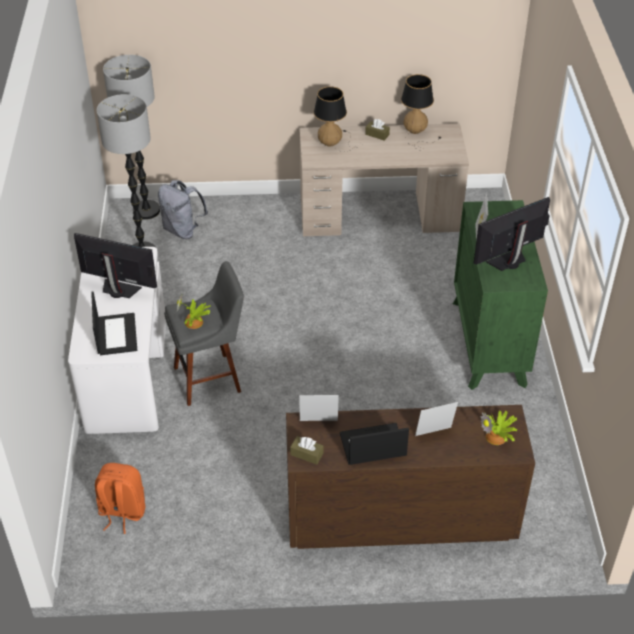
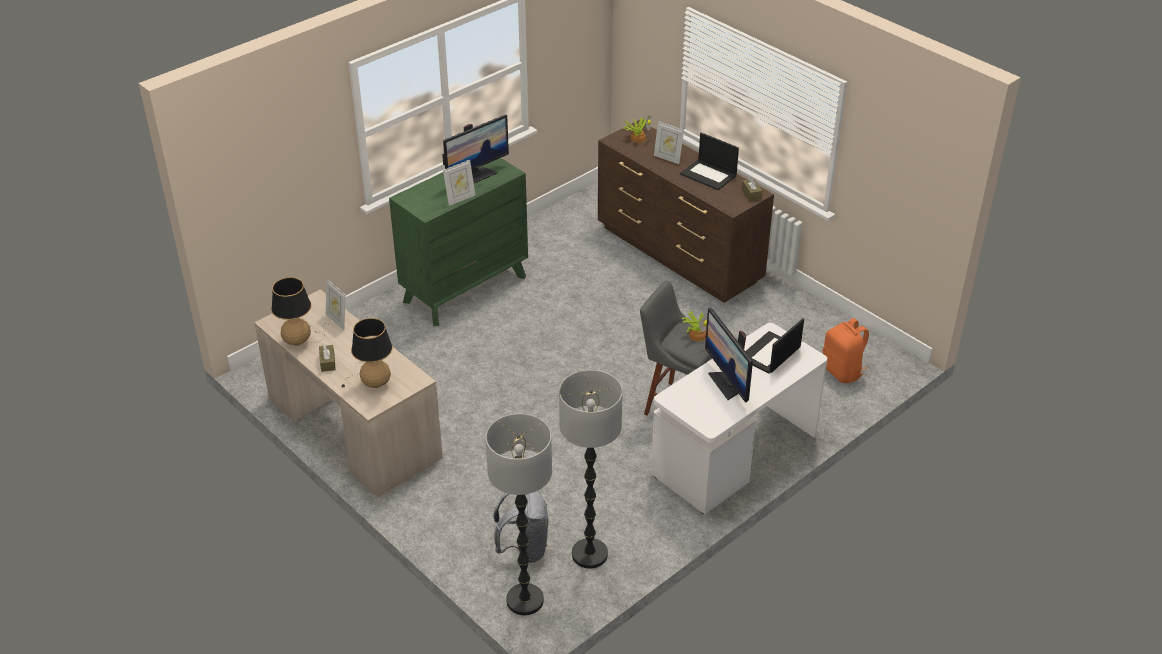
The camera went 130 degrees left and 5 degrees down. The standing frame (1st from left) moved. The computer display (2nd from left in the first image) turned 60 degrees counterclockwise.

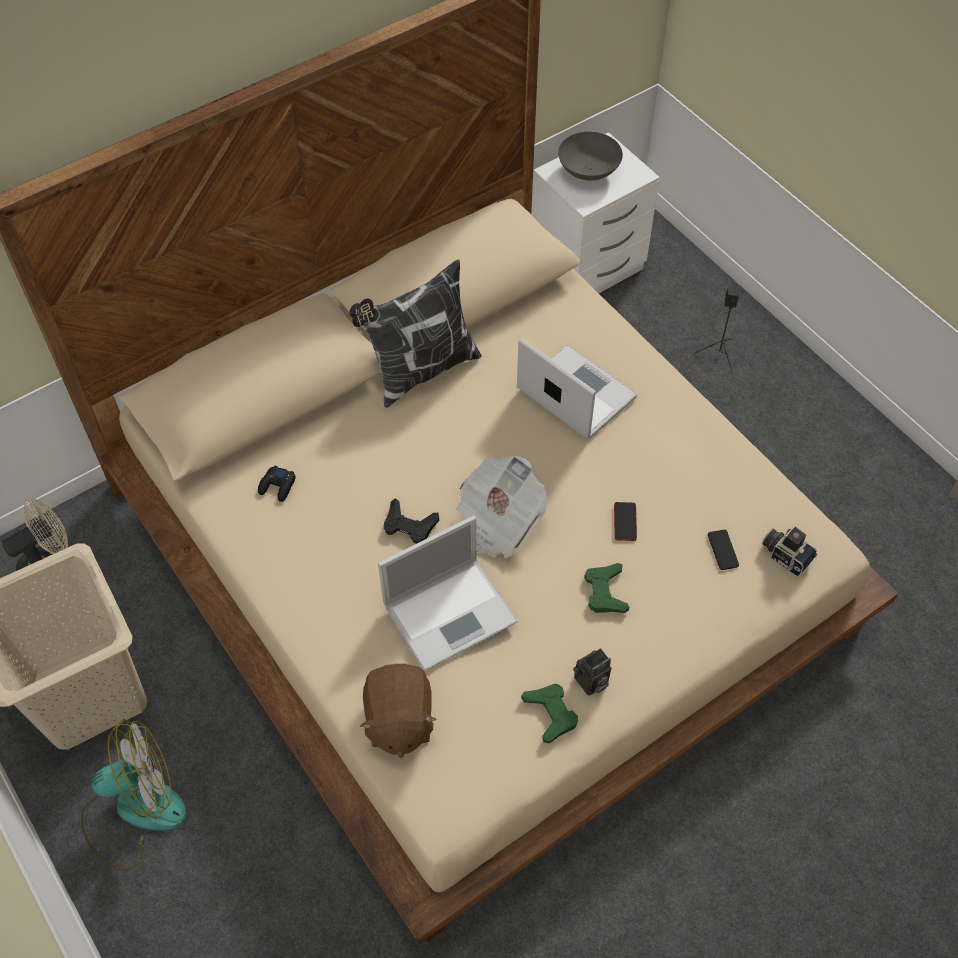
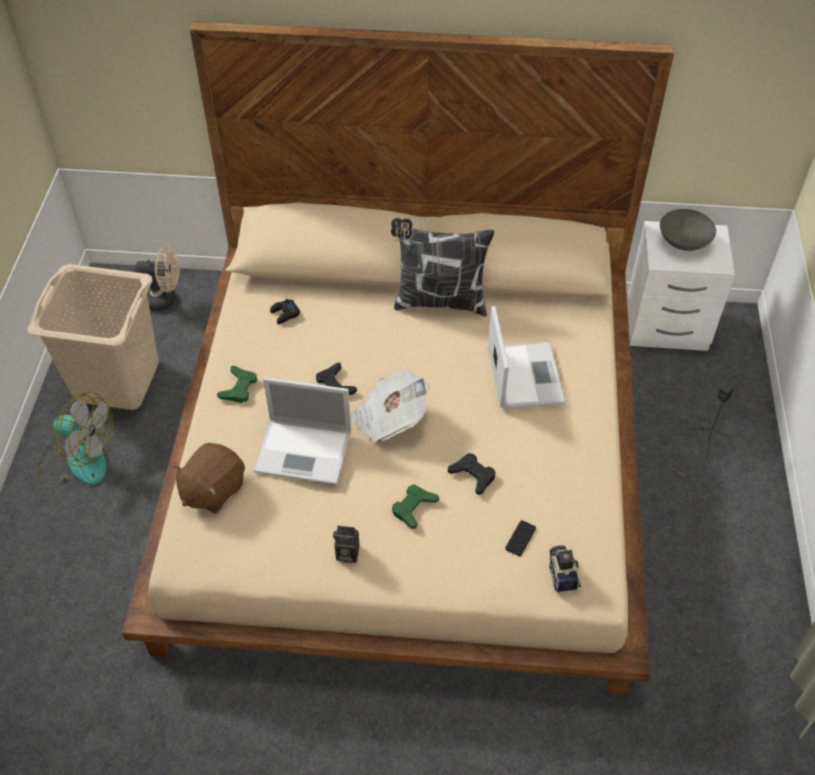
The camera went 40 degrees right and 5 degrees down. The green-coloured gamepad (1st from left) moved. The phone (1st from left) was replaced by the blackish gamepad (3rd from left).

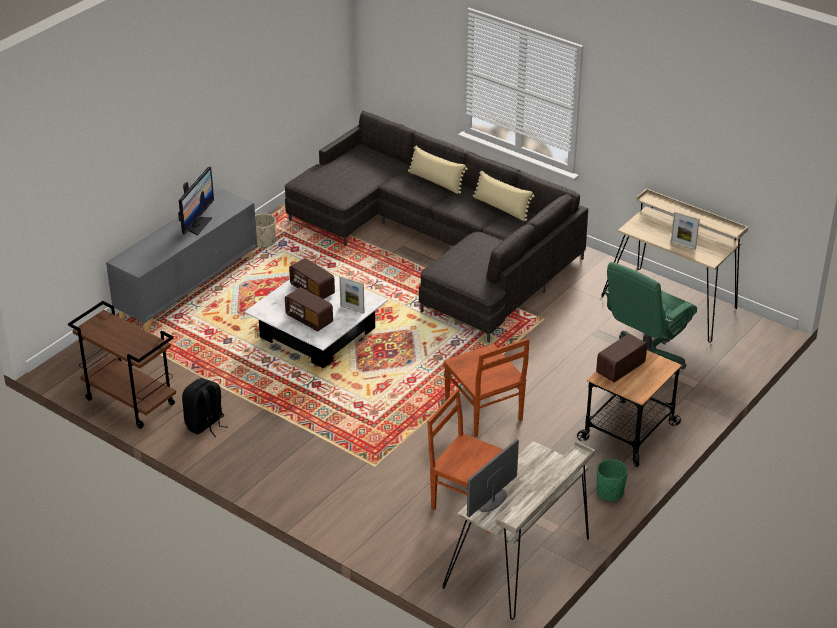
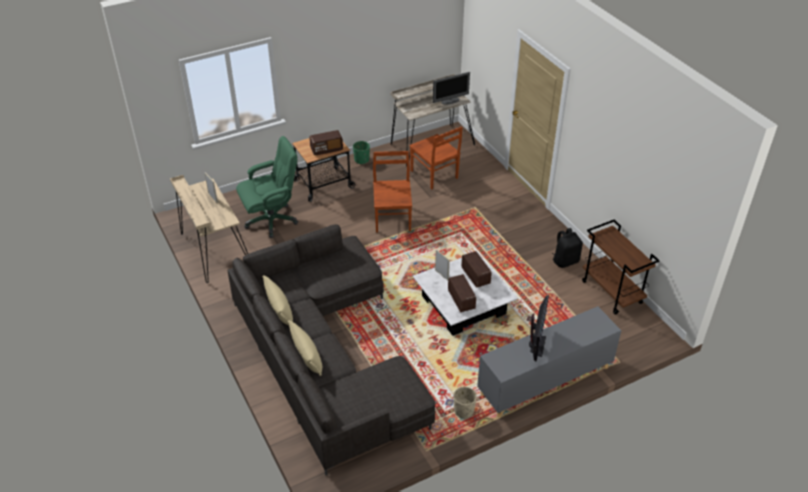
The camera went 155 degrees left and 5 degrees up. The computer display (1st from left in the first image) turned 150 degrees clockwise.

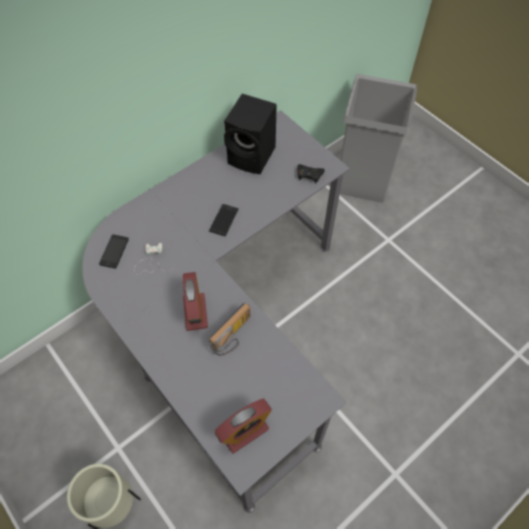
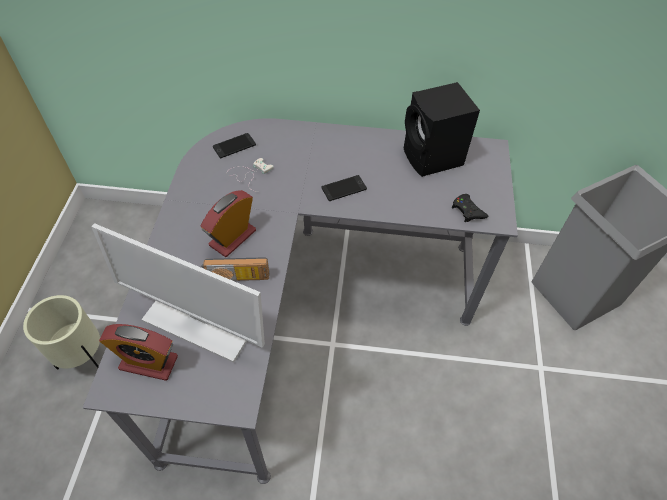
The camera went 45 degrees right and 5 degrees down. The computer display appeared.

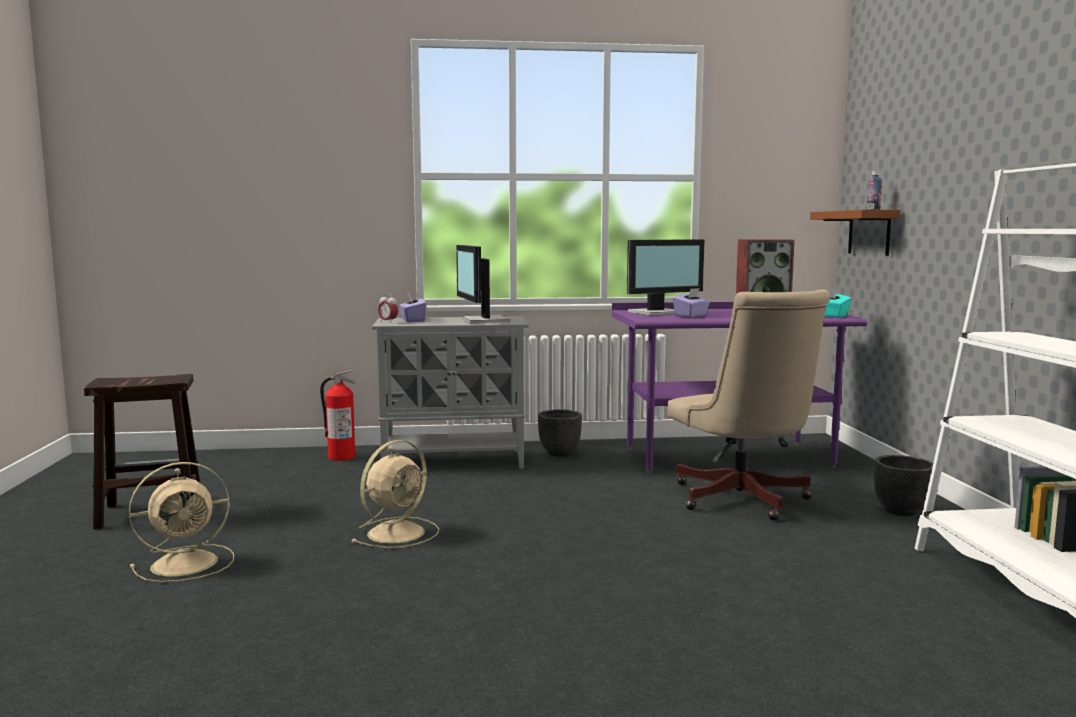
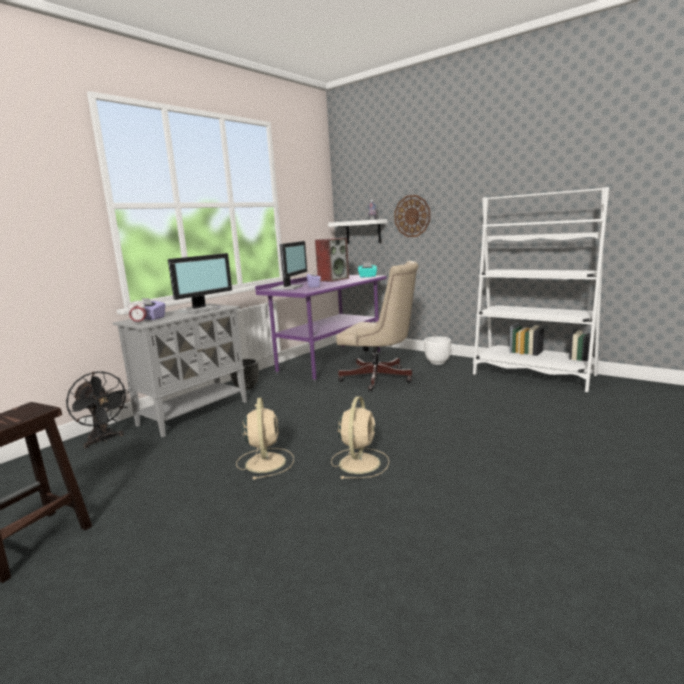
The camera went 45 degrees left and 5 degrees up. The hanging clock appeared. The beige cooling fan (1st from left in the first image) moved. The fire-fighting cylinder was replaced by the blackish cooling fan. The brown wall shelf became the white-coloured wall shelf. The blackish planter (2nd from left) became the white-coloured planter. The computer display (1st from left) turned 75 degrees counterclockwise.

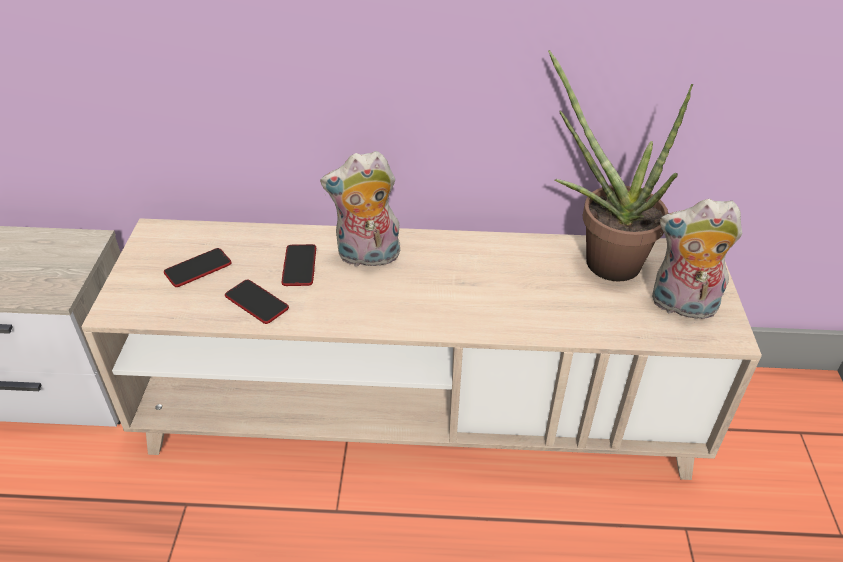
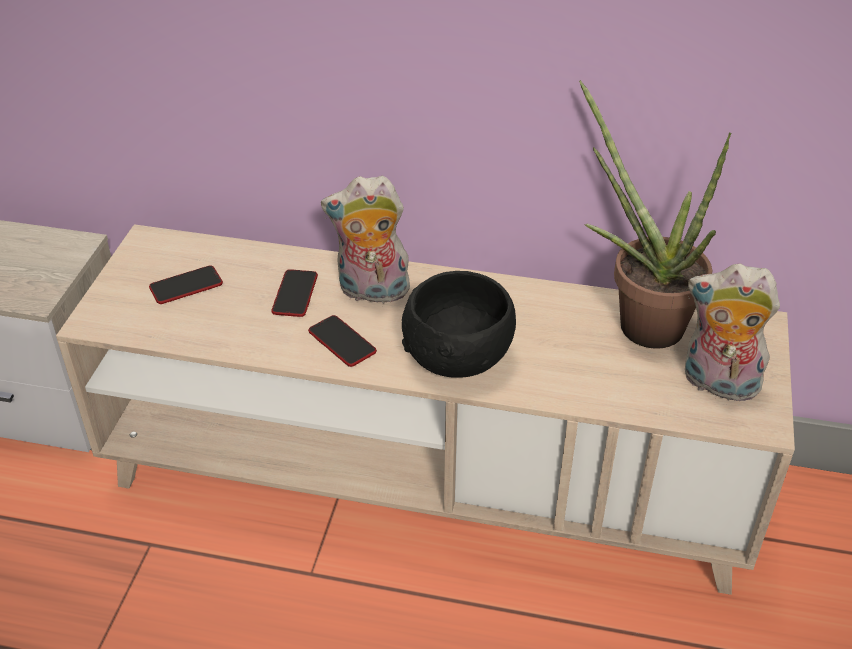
The camera went 10 degrees right and 0 degrees up. The blackish deep dish appeared. The phone (2nd from left in the first image) moved.

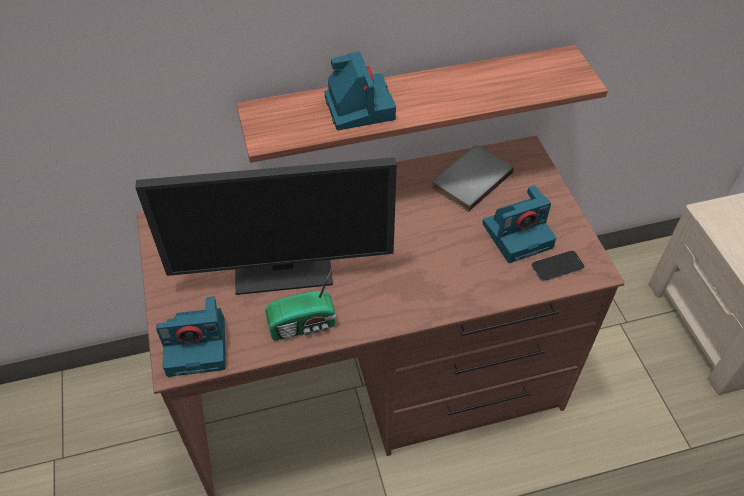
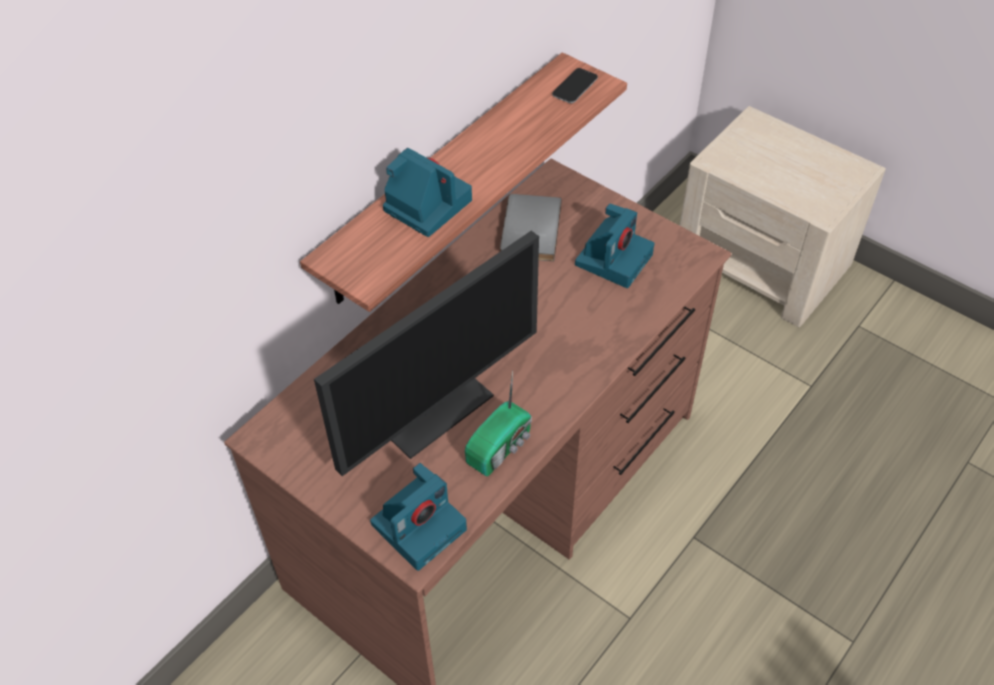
The camera went 35 degrees left and 0 degrees up. The phone moved.

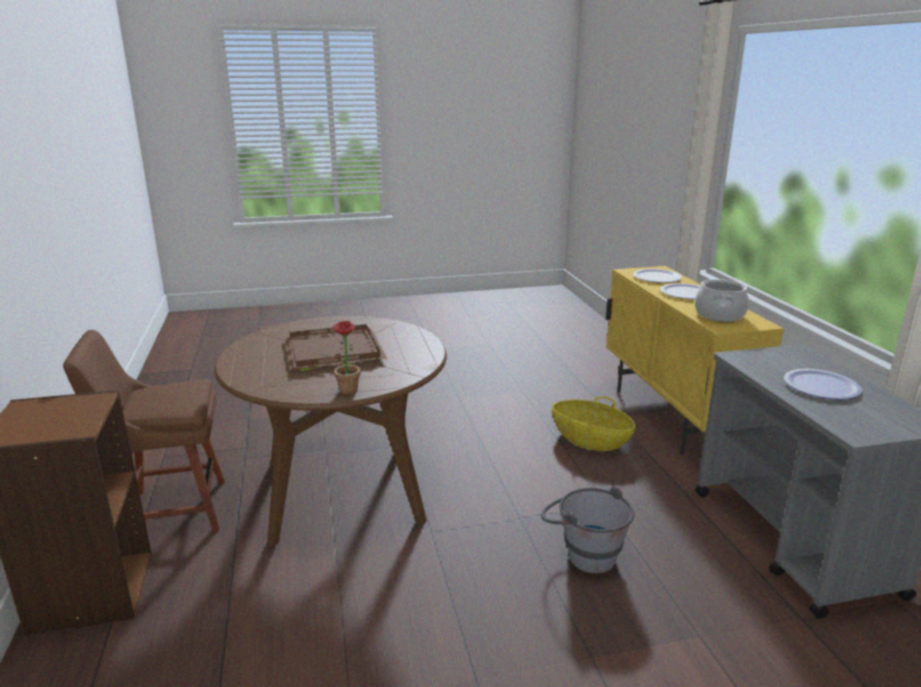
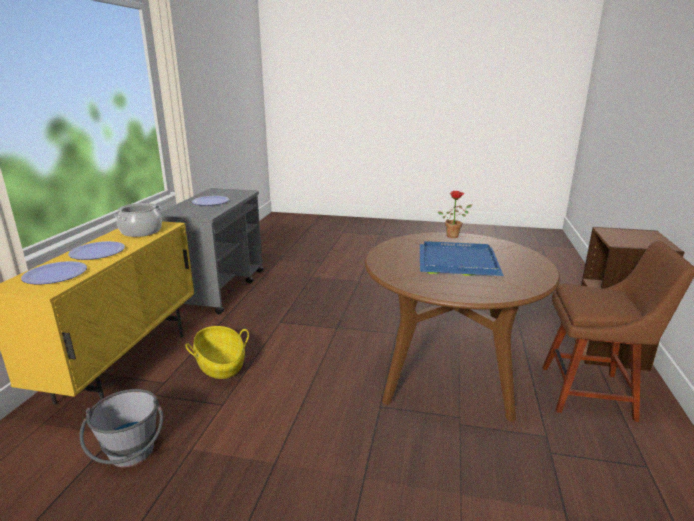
The camera went 155 degrees left and 0 degrees up. The gray bucket moved. The brown tray became the bluish tray.

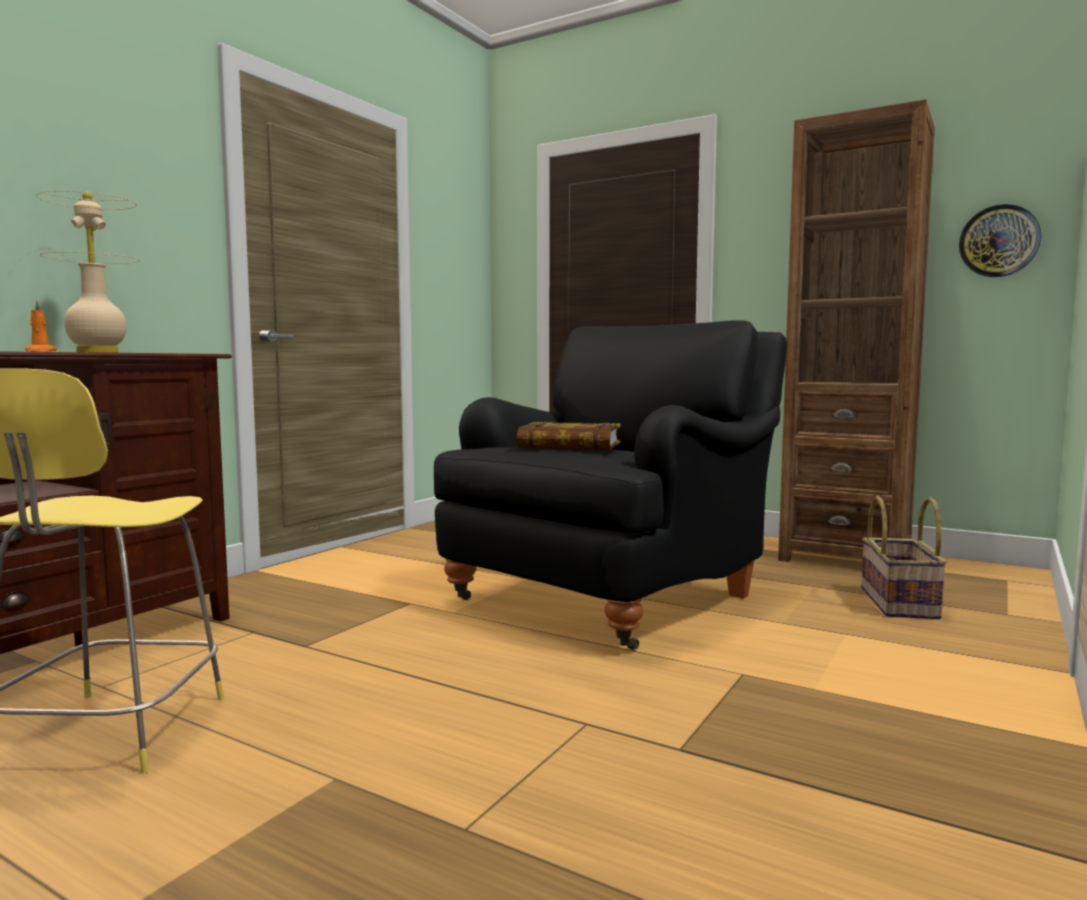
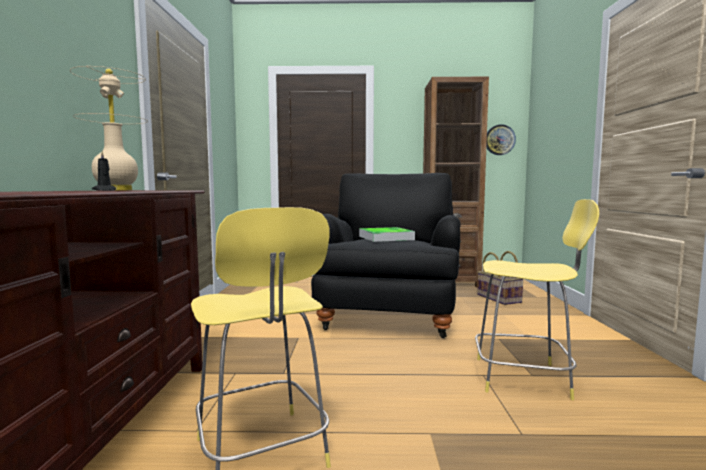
The camera went 30 degrees left and 0 degrees up. The yellow stool (2nd from left) appeared. The book was replaced by the tray. The orange-coloured wax candle became the blackish wax candle.

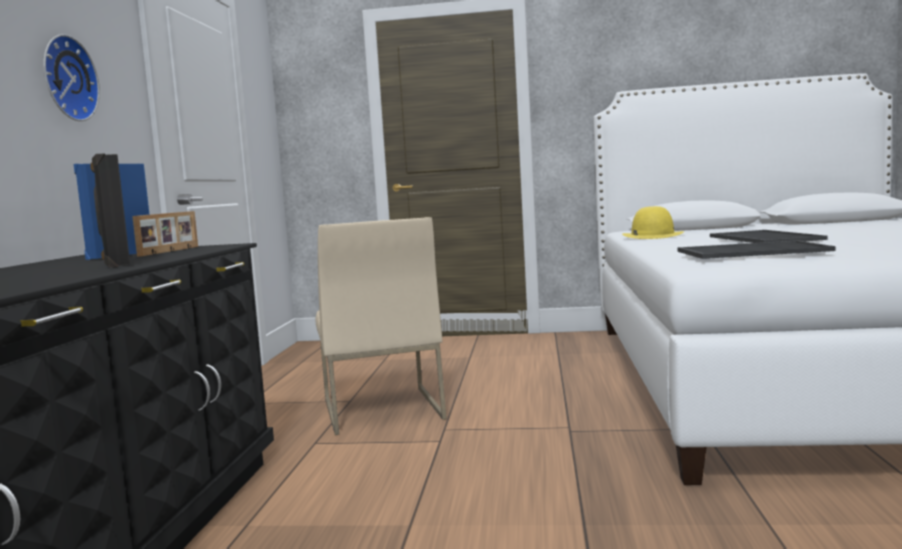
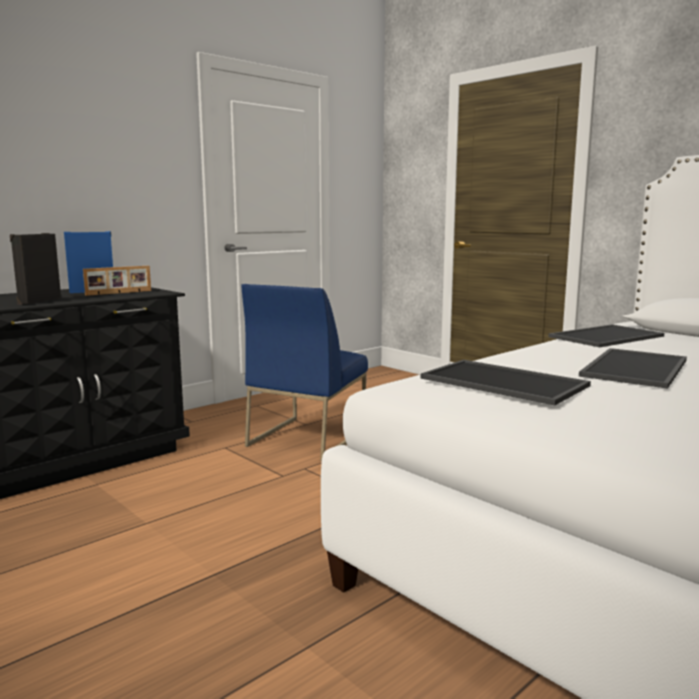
The camera went 40 degrees right and 5 degrees up. The hanging clock disappeared. The yellow clothing hat was replaced by the tray (2nd from left). The beige chair became the bluish chair.

